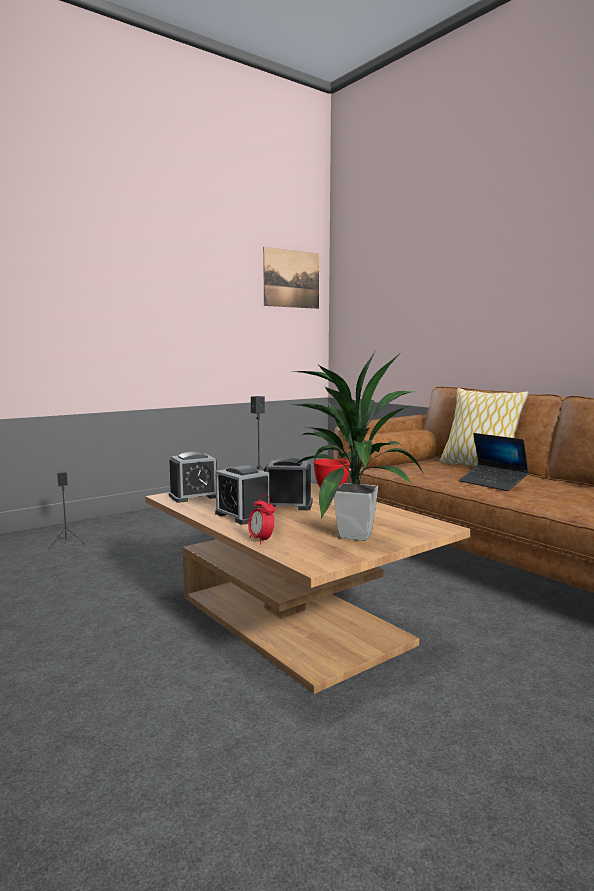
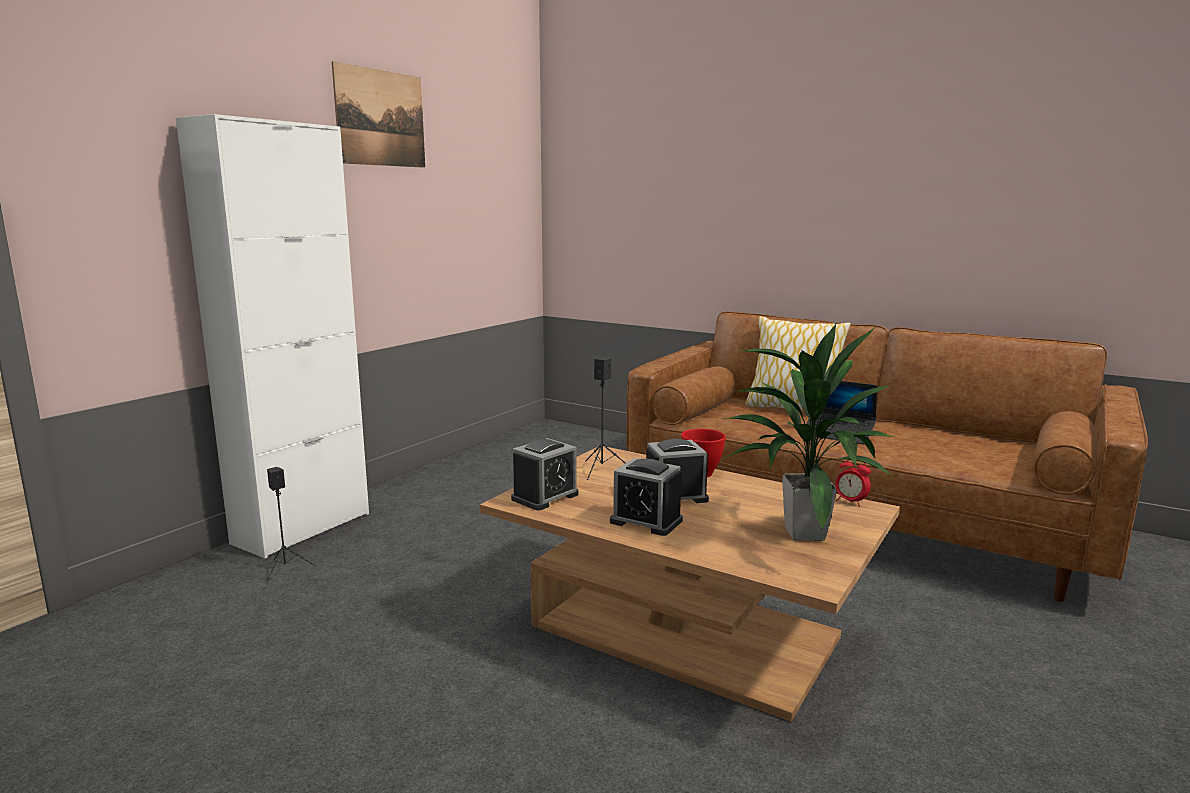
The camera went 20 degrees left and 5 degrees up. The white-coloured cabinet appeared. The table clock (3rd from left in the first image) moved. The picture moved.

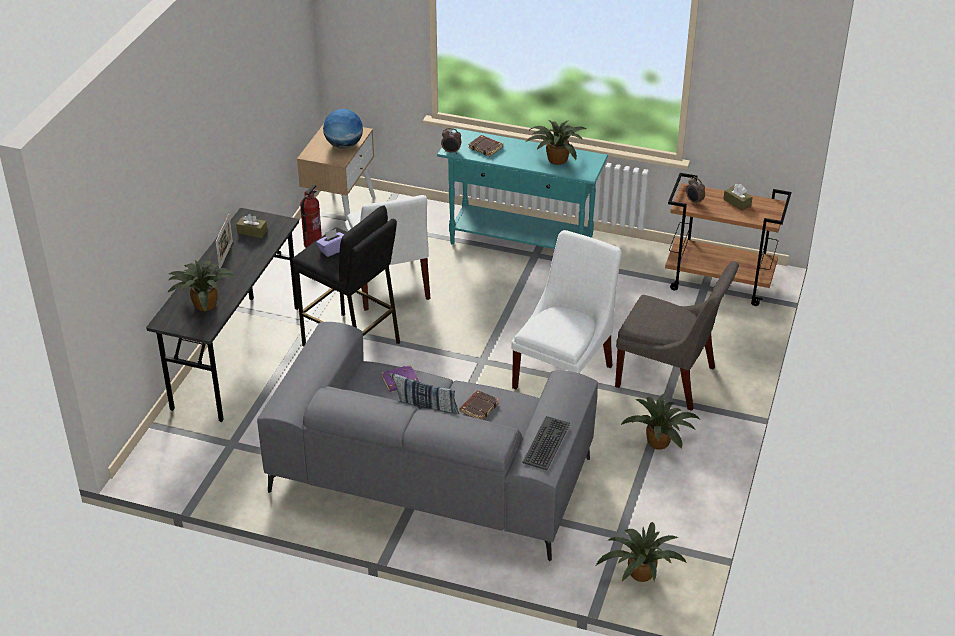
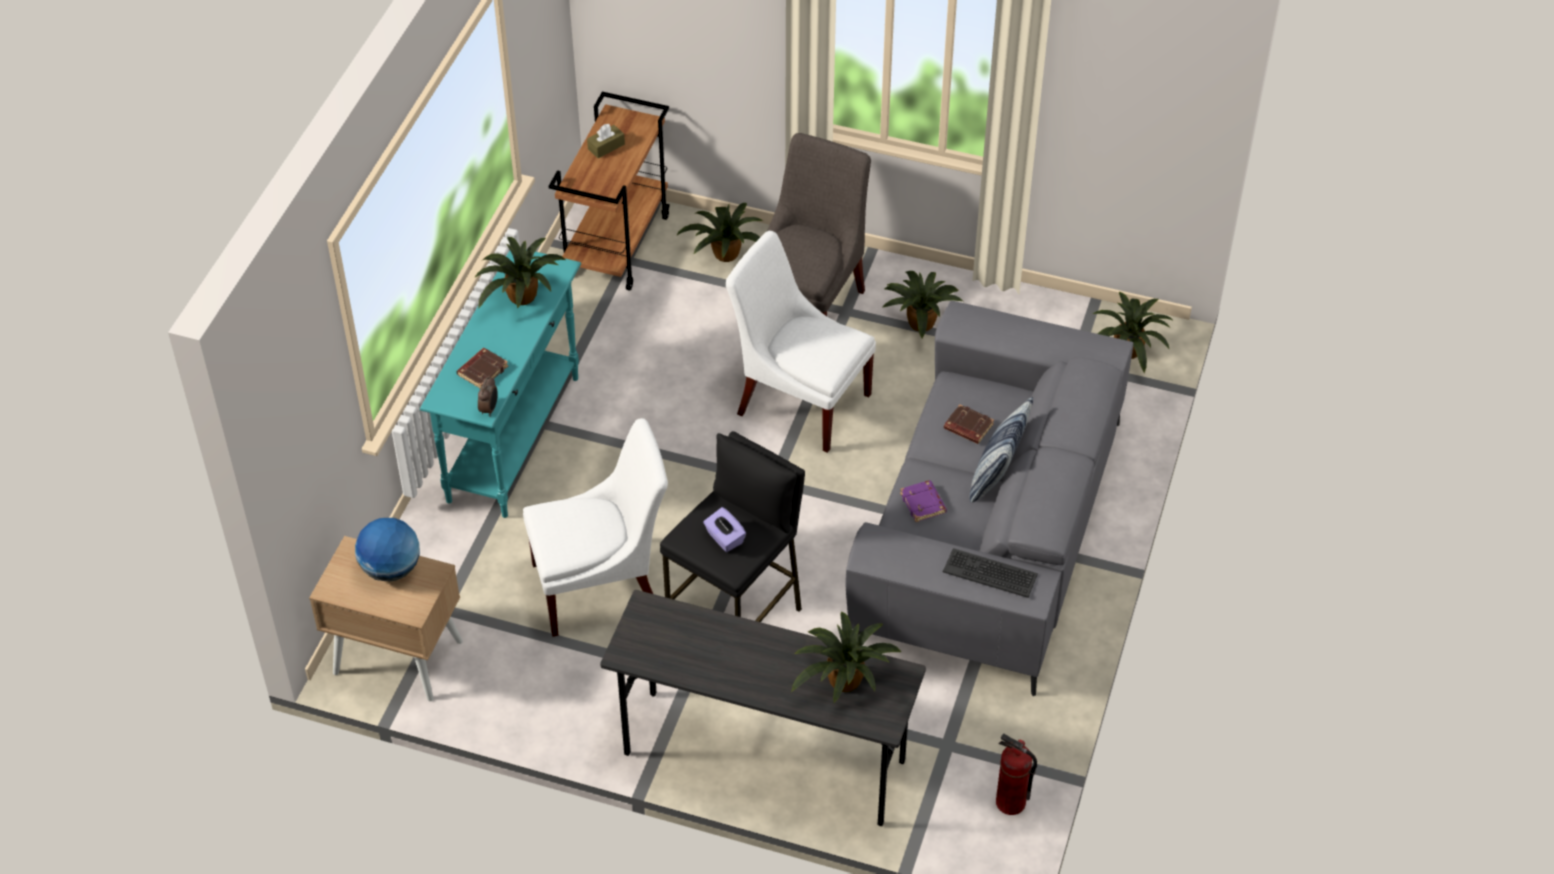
The camera went 90 degrees left and 10 degrees up. The standing frame disappeared. The brown tissue holder (1st from left) disappeared. The table clock (2nd from left) disappeared. The potted plant (2nd from left) appeared. The fire-fighting cylinder moved. The PC keyboard moved.

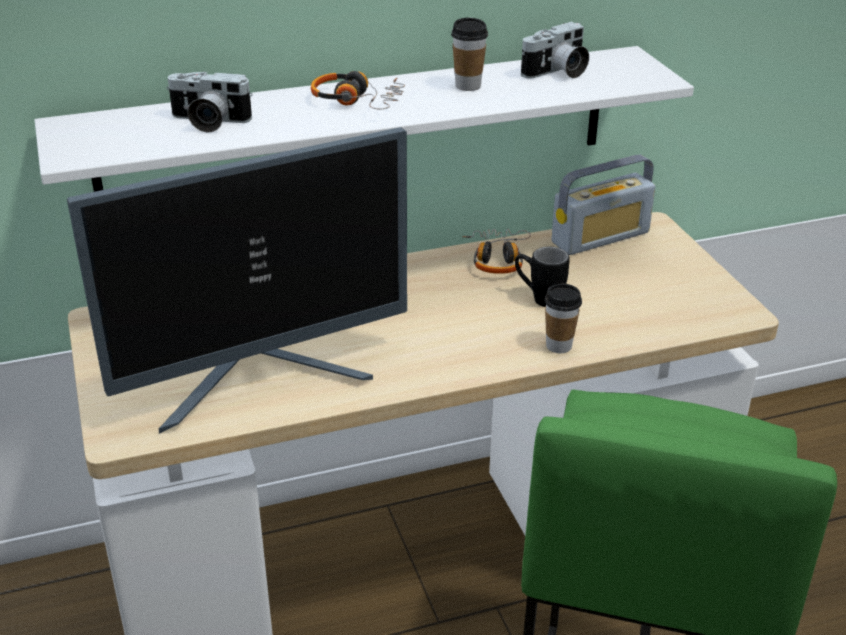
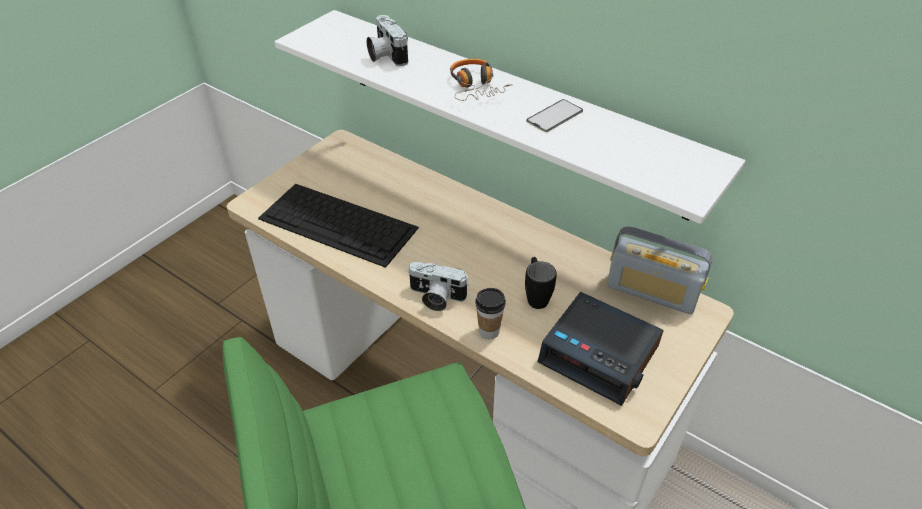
The camera went 55 degrees right and 10 degrees up. The headphones (2nd from left) disappeared. The table clock appeared. The photo camera (2nd from left) moved. The computer display was replaced by the PC keyboard. The drinking cup (1st from left) was replaced by the phone.

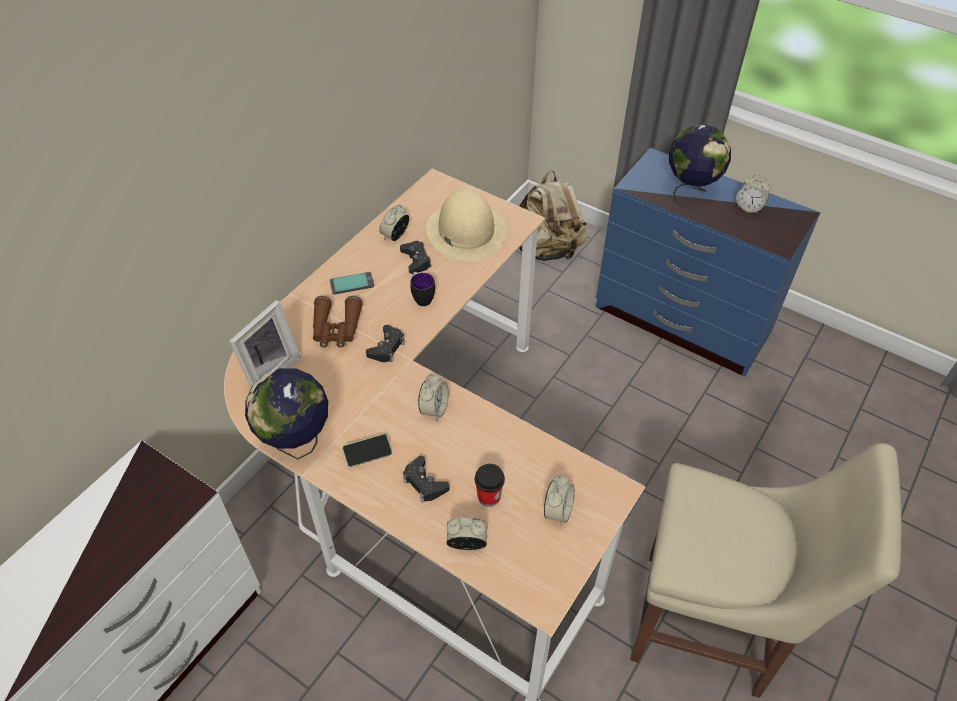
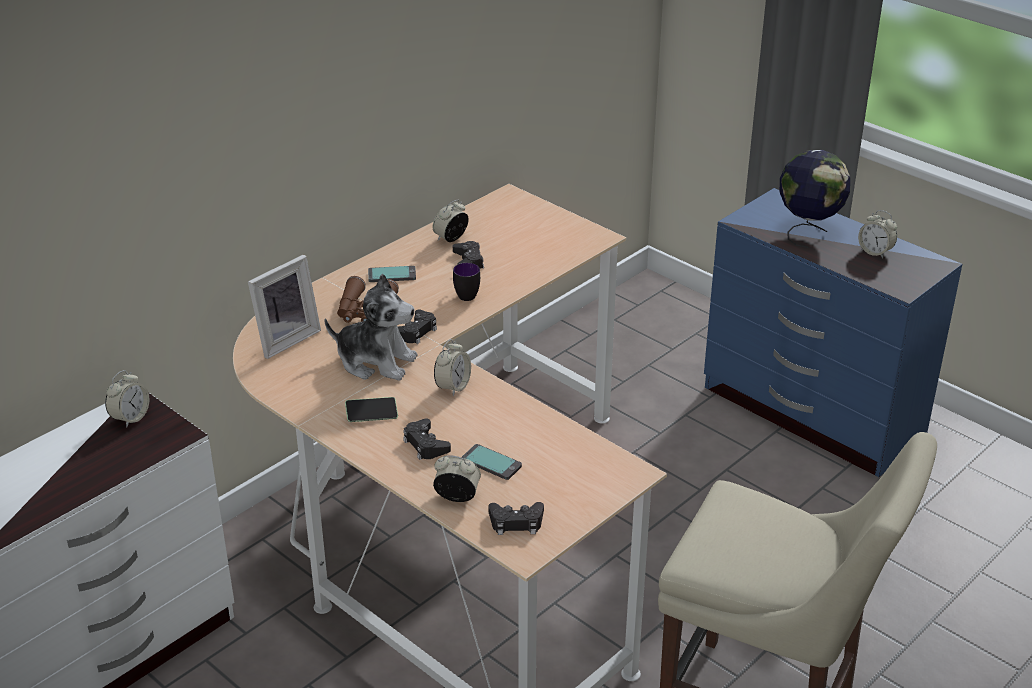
The camera went 10 degrees right and 15 degrees down. The desk globe (1st from left) disappeared. The beige clothing hat disappeared. The beige knapsack disappeared. The plush toy appeared. The blackish gamepad (4th from left) appeared. The table clock (4th from left in the first image) moved. The drinking cup was replaced by the phone (3rd from left).

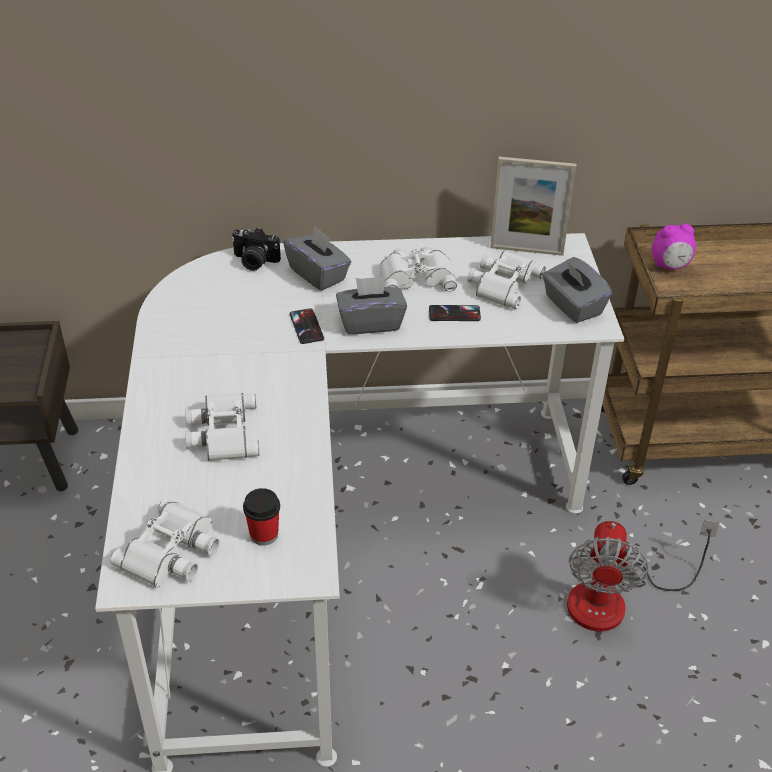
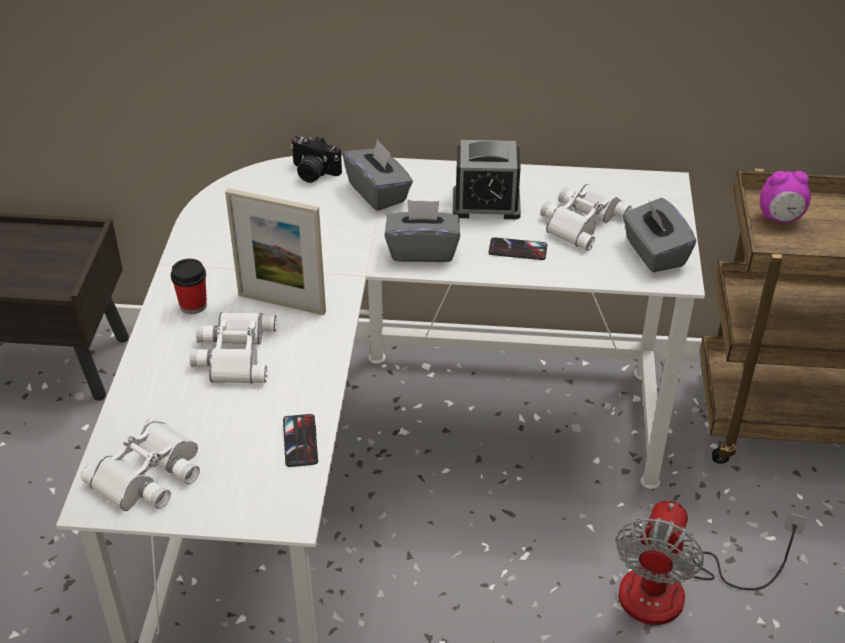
The camera went 10 degrees right and 0 degrees up. The drinking cup moved. The phone (1st from left) moved. The standing frame moved. The white-coloured pair of binoculars (3rd from left) was replaced by the table clock (1st from left).

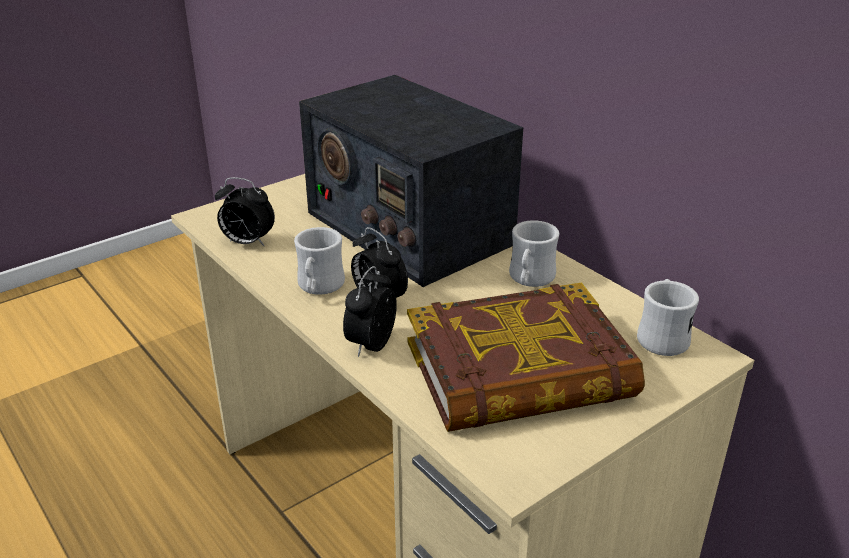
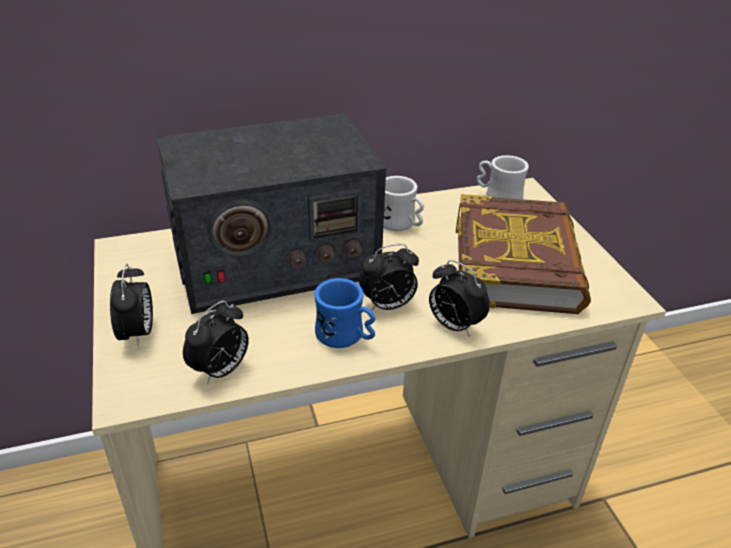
The camera went 70 degrees left and 5 degrees up. The table clock (1st from left) appeared. The white-coloured tea mug (1st from left) became the bluish tea mug.

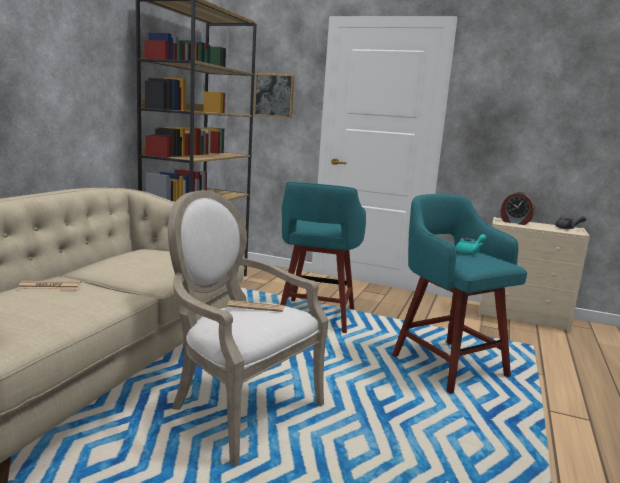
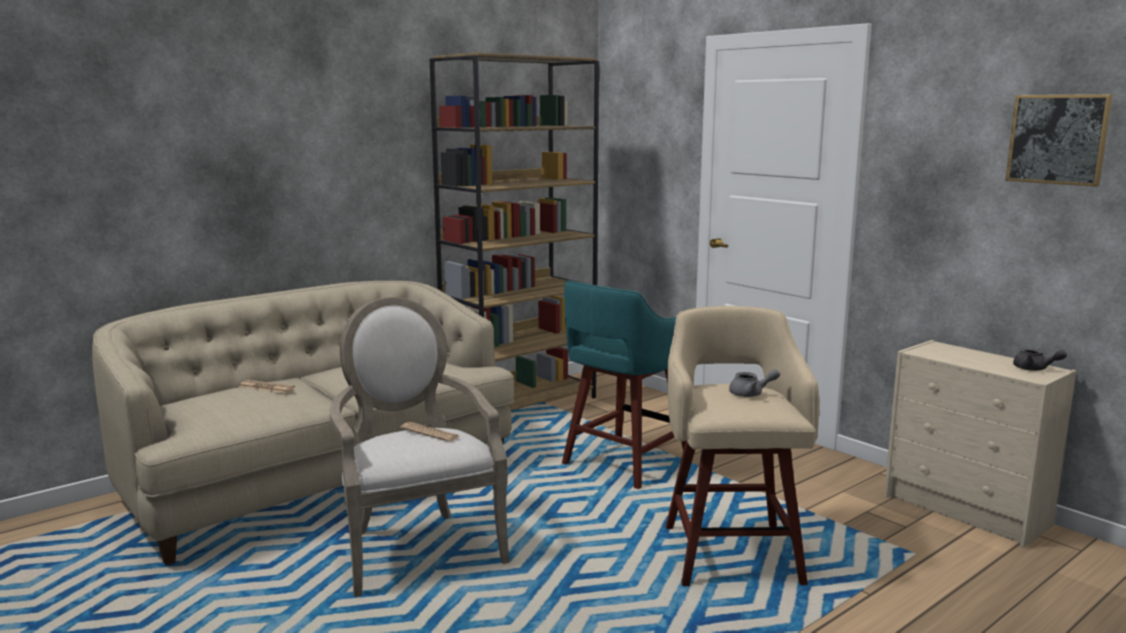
The camera went 30 degrees right and 0 degrees up. The table clock disappeared. The picture moved. The turquoise stool (2nd from left) became the beige stool. The turquoise teapot became the gray teapot (1st from left).

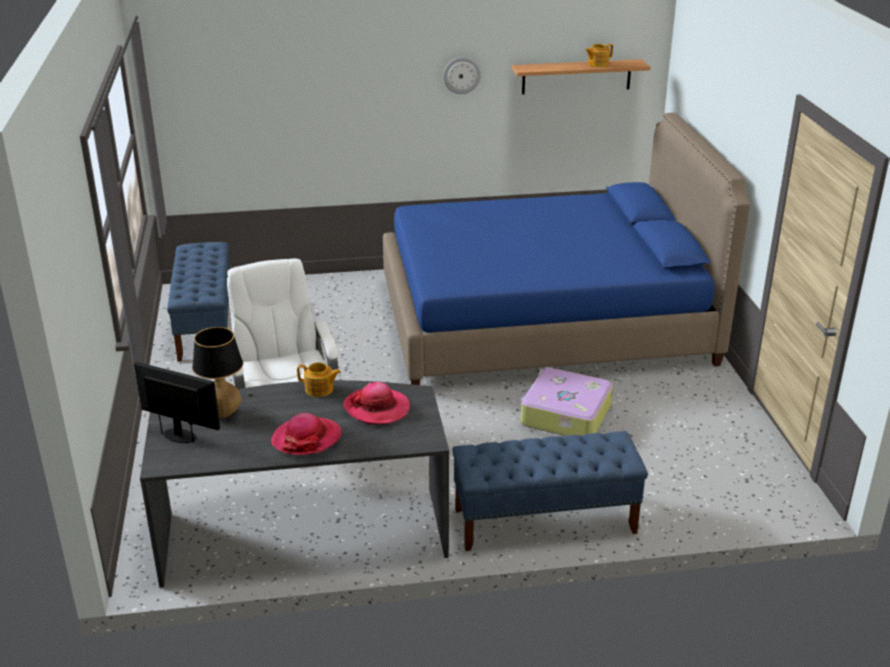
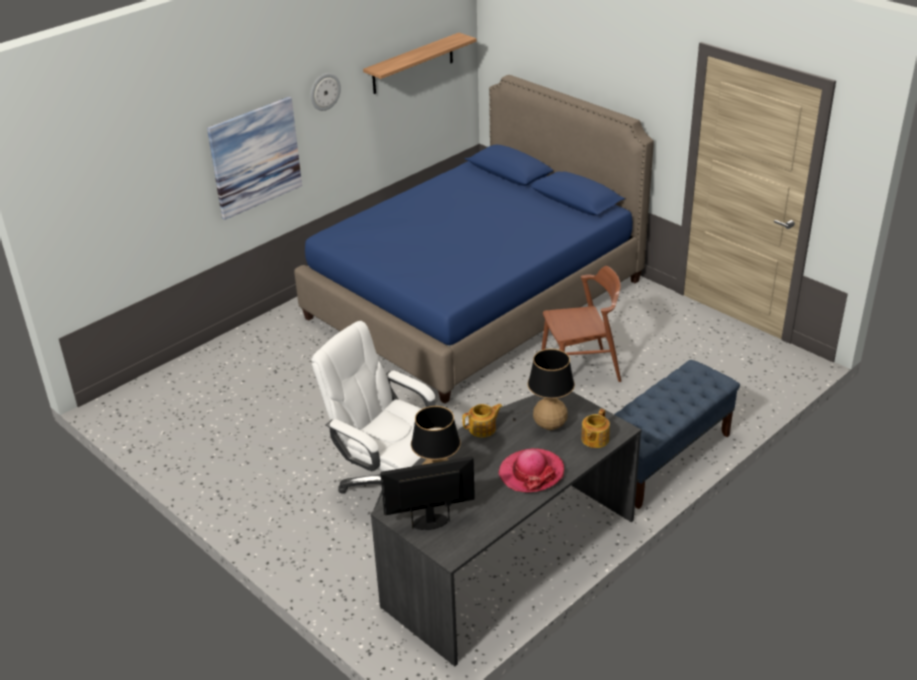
The camera went 35 degrees left and 5 degrees up. The bluish bench (1st from left) disappeared. The picture appeared. The teapot (2nd from left) moved. The clothing hat (2nd from left) was replaced by the lamp for a table (2nd from left). The piece of luggage was replaced by the brown chair.

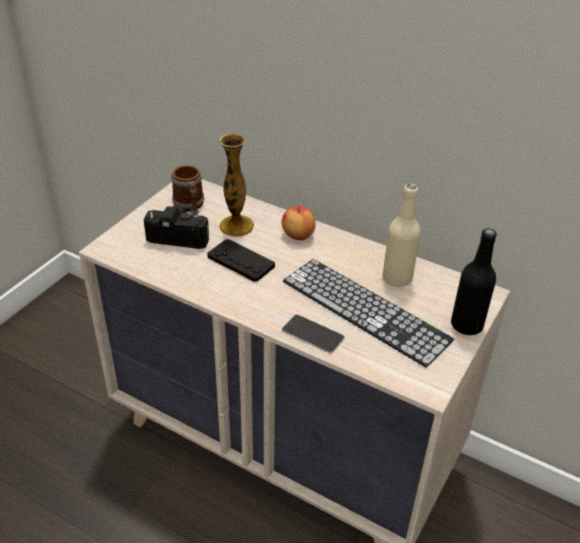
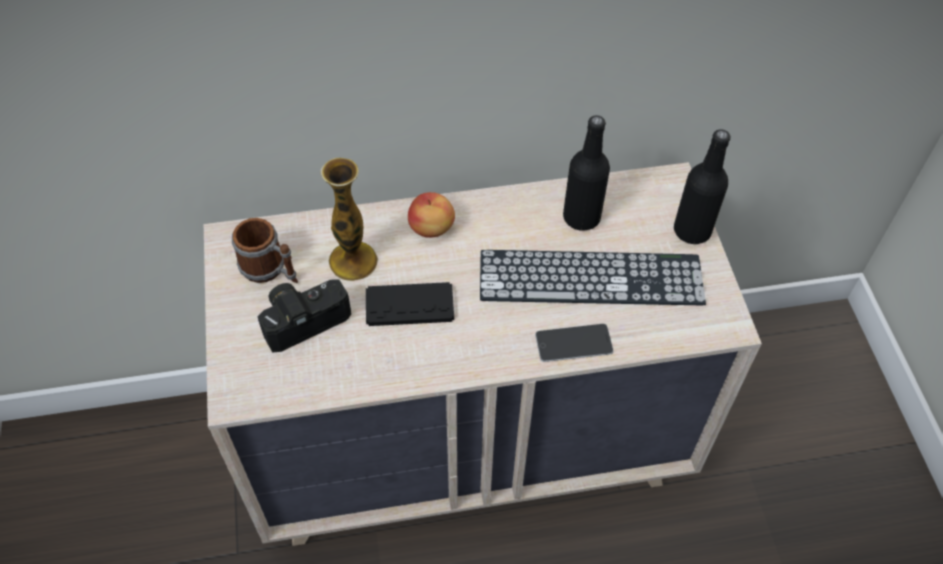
The camera went 40 degrees left and 15 degrees up. The beige drink bottle became the blackish drink bottle (1st from left).

